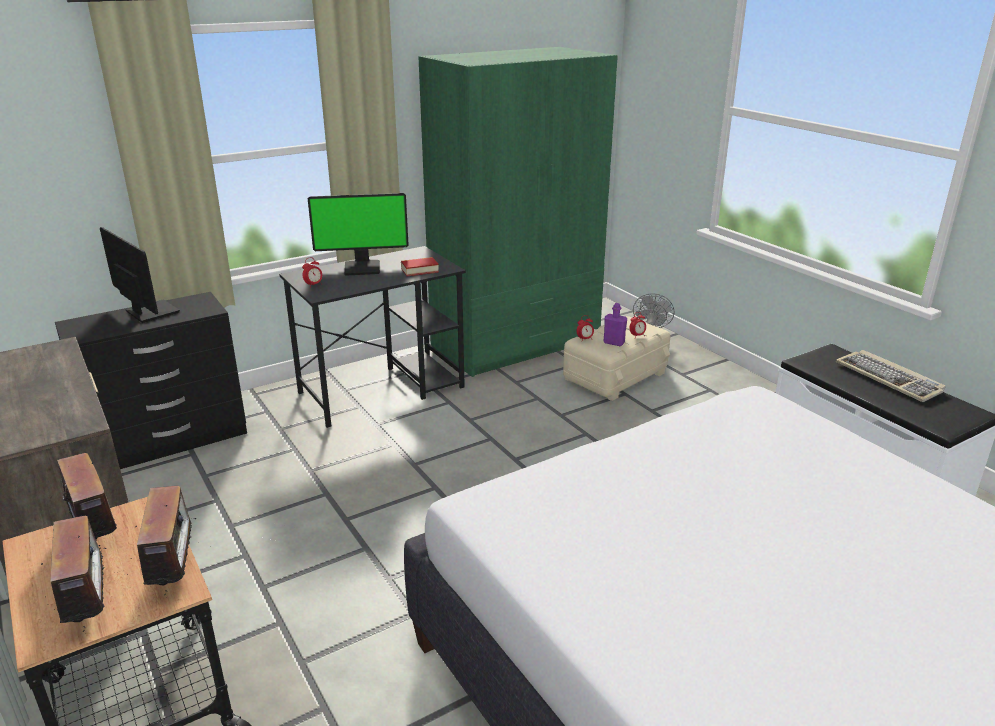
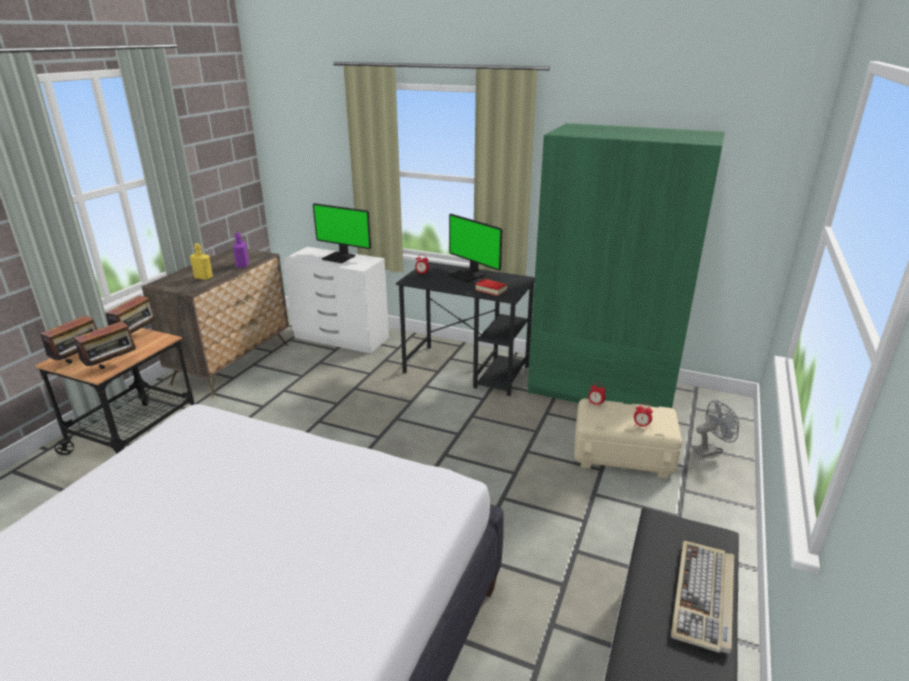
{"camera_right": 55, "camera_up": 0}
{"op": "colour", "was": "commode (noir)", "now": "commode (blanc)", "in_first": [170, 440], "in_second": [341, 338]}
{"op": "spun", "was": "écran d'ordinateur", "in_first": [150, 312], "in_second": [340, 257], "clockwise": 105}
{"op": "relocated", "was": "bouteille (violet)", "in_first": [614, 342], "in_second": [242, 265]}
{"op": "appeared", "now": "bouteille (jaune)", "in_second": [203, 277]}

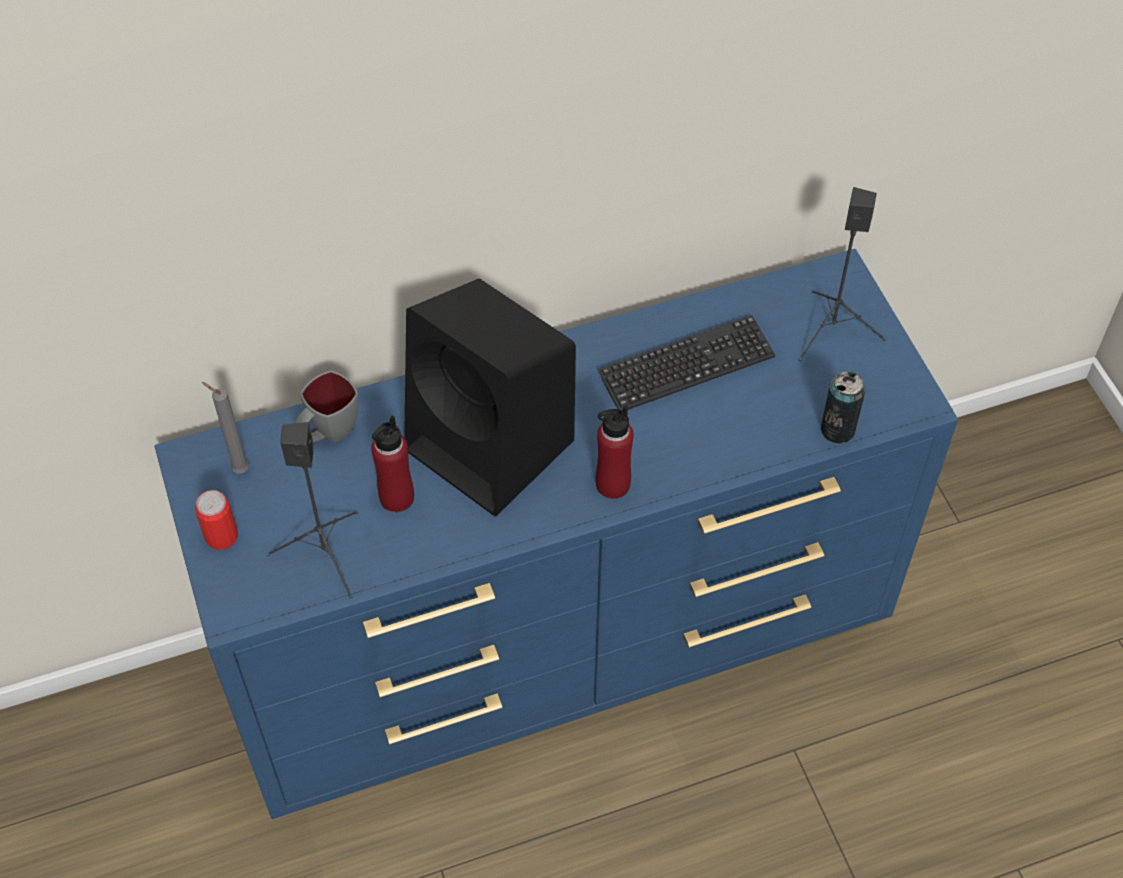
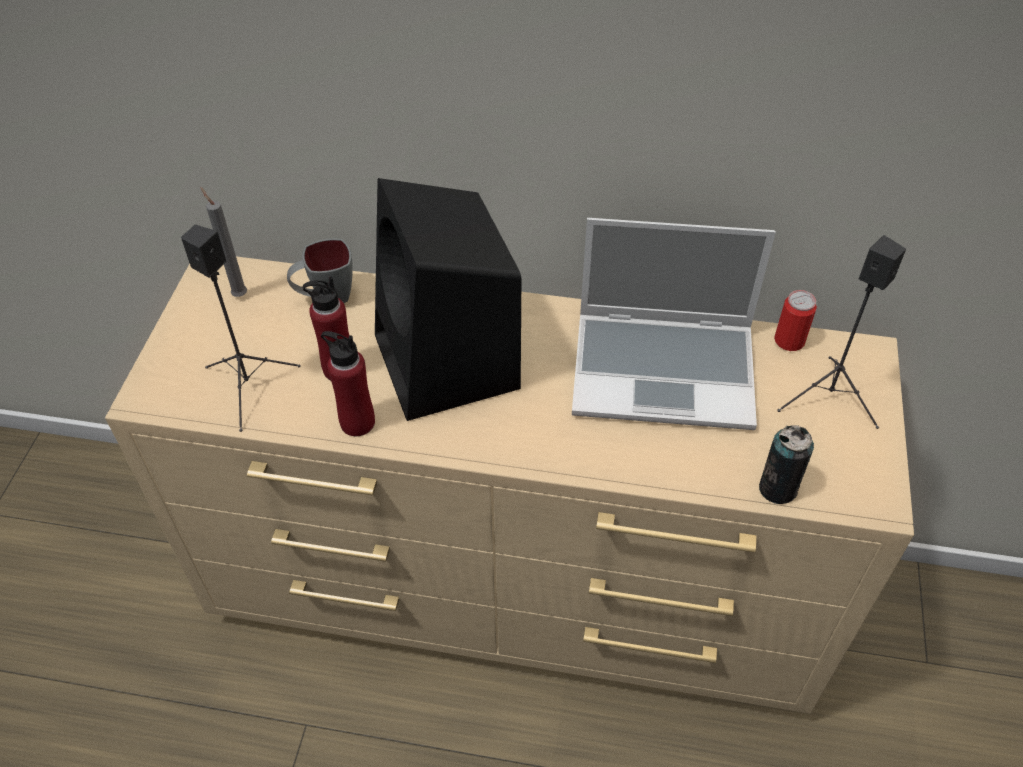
{"camera_right": 30, "camera_up": -5}
{"op": "colour", "was": "commode (bleu)", "now": "commode (beige)", "in_first": [563, 643], "in_second": [516, 593]}
{"op": "relocated", "was": "boîte métallique", "in_first": [221, 536], "in_second": [789, 340]}
{"op": "relocated", "was": "bouteille (rouge)", "in_first": [612, 484], "in_second": [357, 422]}
{"op": "exchanged", "was": "clavier", "now": "ordinateur portable", "in_first": [686, 366], "in_second": [665, 371]}

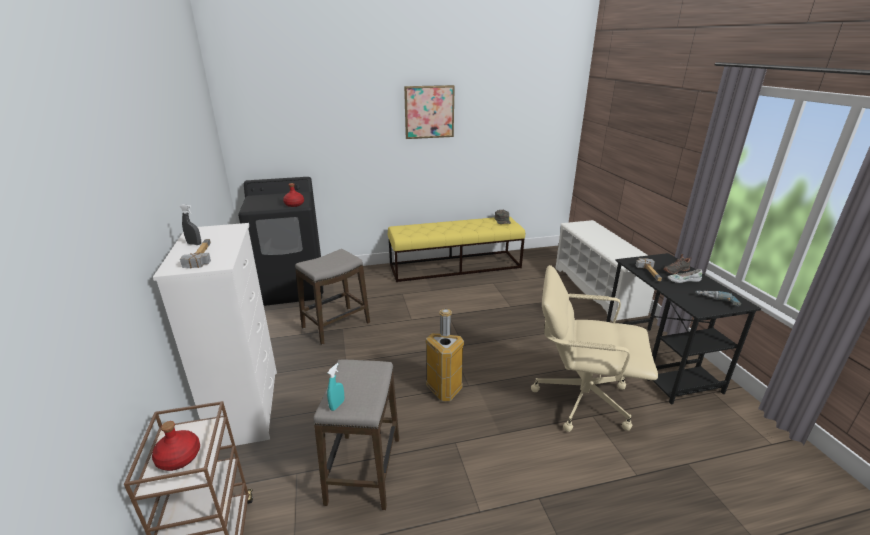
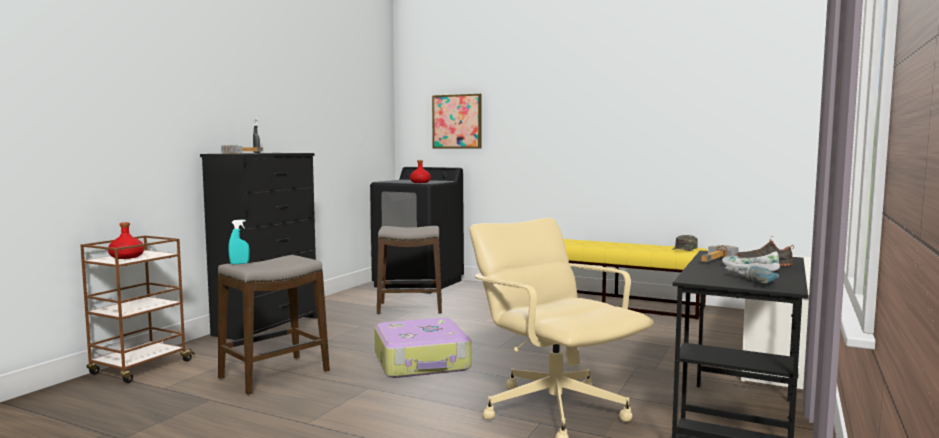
{"camera_right": 40, "camera_up": -20}
{"op": "colour", "was": "commode (blanc)", "now": "commode (noir)", "in_first": [247, 406], "in_second": [267, 326]}
{"op": "relocated", "was": "tableau", "in_first": [429, 112], "in_second": [457, 121]}
{"op": "exchanged", "was": "poubelle", "now": "valise", "in_first": [443, 390], "in_second": [422, 362]}

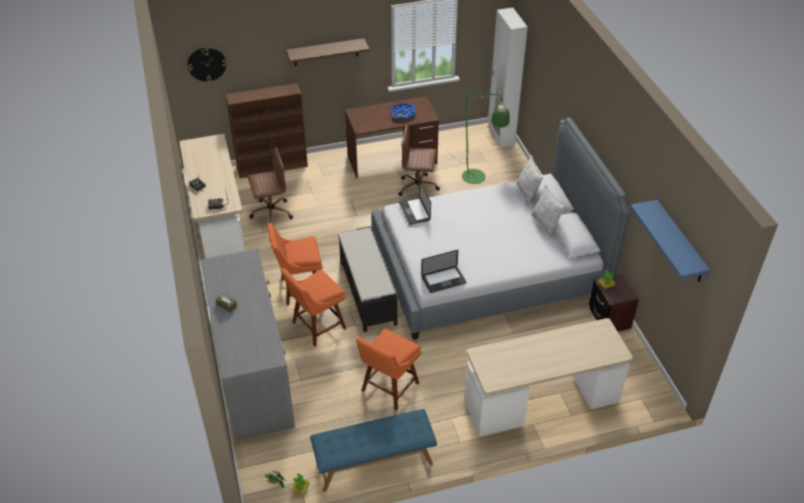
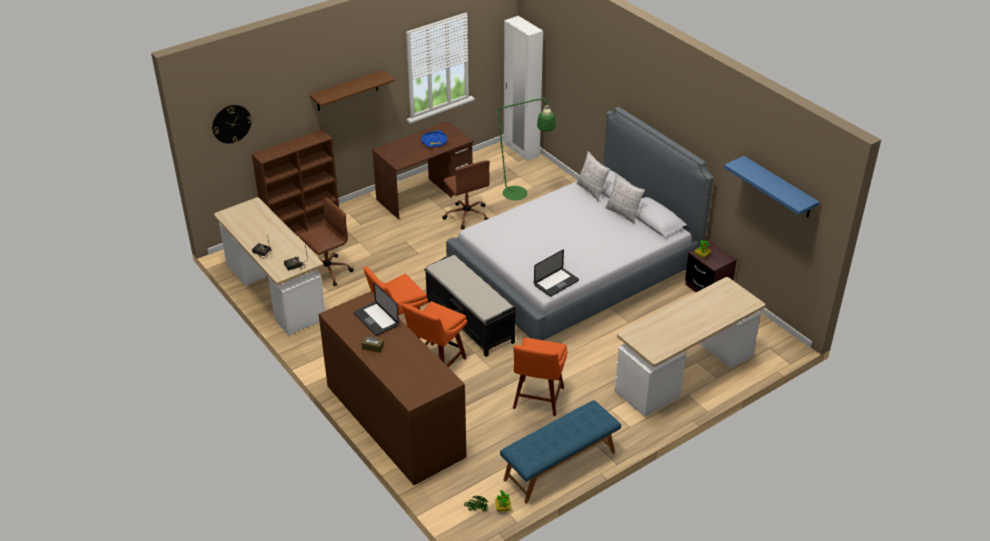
{"camera_right": -20, "camera_up": -5}
{"op": "colour", "was": "commode (gris)", "now": "commode (marron)", "in_first": [252, 372], "in_second": [394, 420]}
{"op": "spun", "was": "chaise de bureau (marron)", "in_first": [418, 188], "in_second": [466, 215], "clockwise": -105}
{"op": "relocated", "was": "ordinateur portable", "in_first": [414, 211], "in_second": [376, 319]}

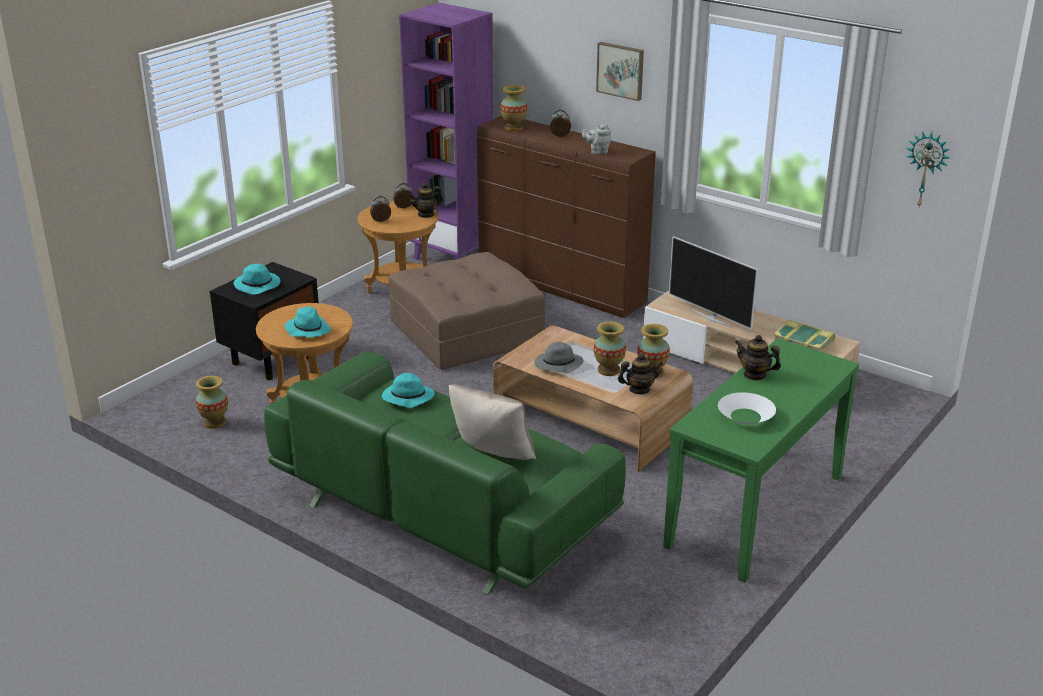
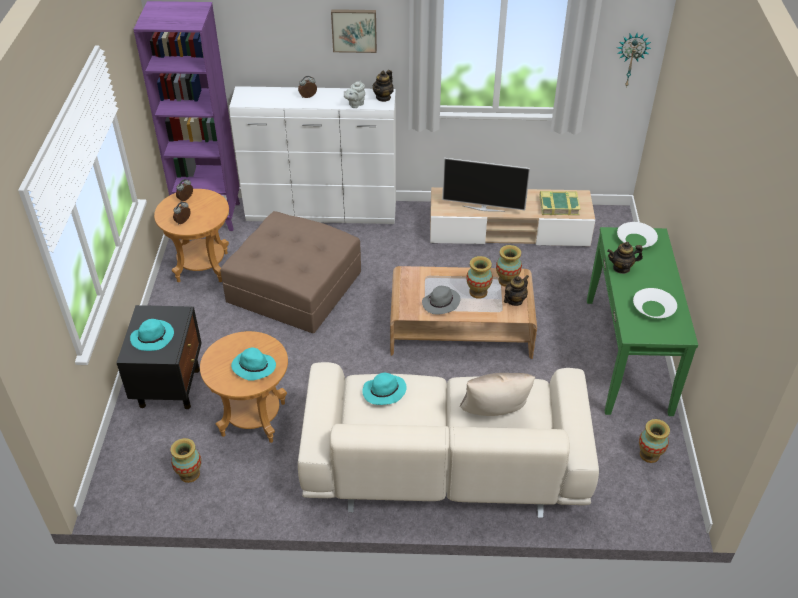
{"camera_right": -35, "camera_up": 15}
{"op": "colour", "was": "canapé (vert)", "now": "canapé (beige)", "in_first": [441, 511], "in_second": [443, 463]}
{"op": "relocated", "was": "théière", "in_first": [426, 214], "in_second": [383, 97]}
{"op": "colour", "was": "commode (marron)", "now": "commode (blanc)", "in_first": [561, 288], "in_second": [322, 213]}
{"op": "relocated", "was": "vase", "in_first": [513, 128], "in_second": [649, 455]}
{"op": "appeared", "now": "bol (blanc)", "in_second": [635, 240]}

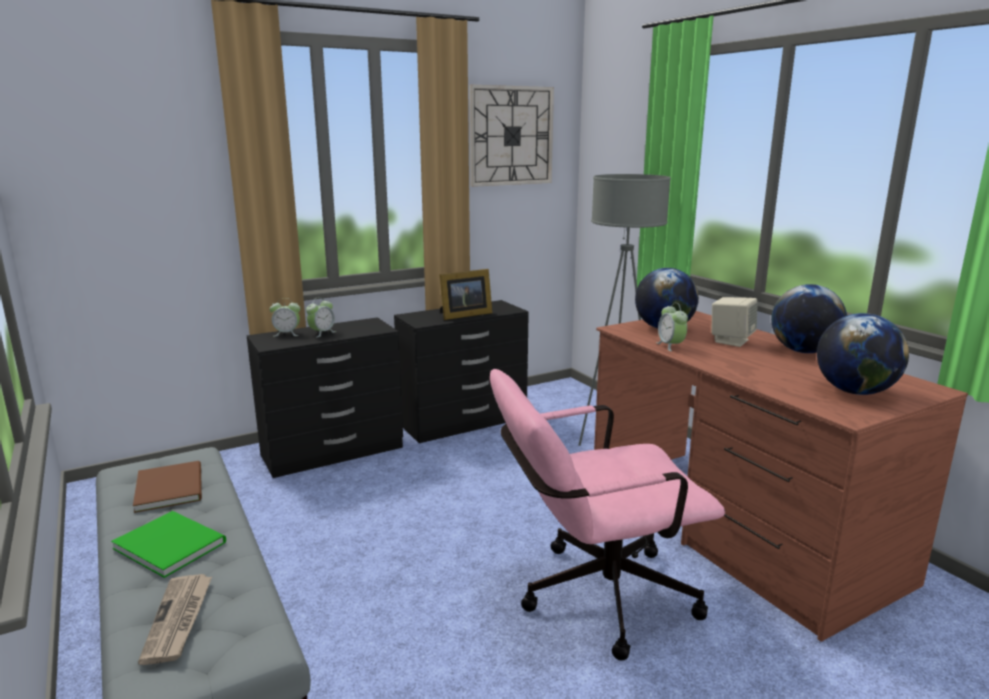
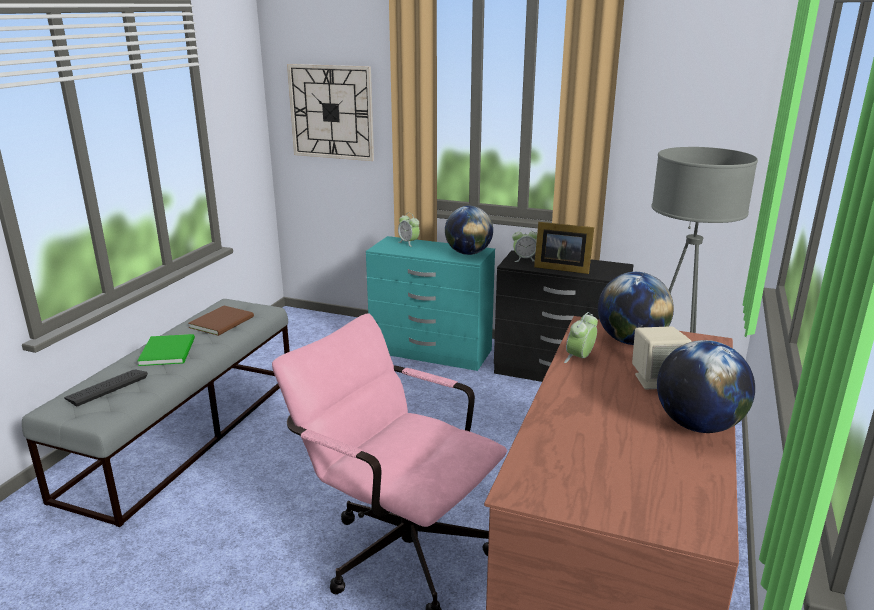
{"camera_right": 50, "camera_up": 5}
{"op": "exchanged", "was": "journal", "now": "clavier", "in_first": [179, 620], "in_second": [106, 388]}
{"op": "colour", "was": "commode (noir)", "now": "commode (turquoise)", "in_first": [333, 452], "in_second": [431, 352]}
{"op": "relocated", "was": "réveil", "in_first": [322, 333], "in_second": [524, 259]}
{"op": "relocated", "was": "horloge murale", "in_first": [511, 136], "in_second": [331, 112]}
{"op": "relocated", "was": "globe", "in_first": [854, 392], "in_second": [468, 253]}

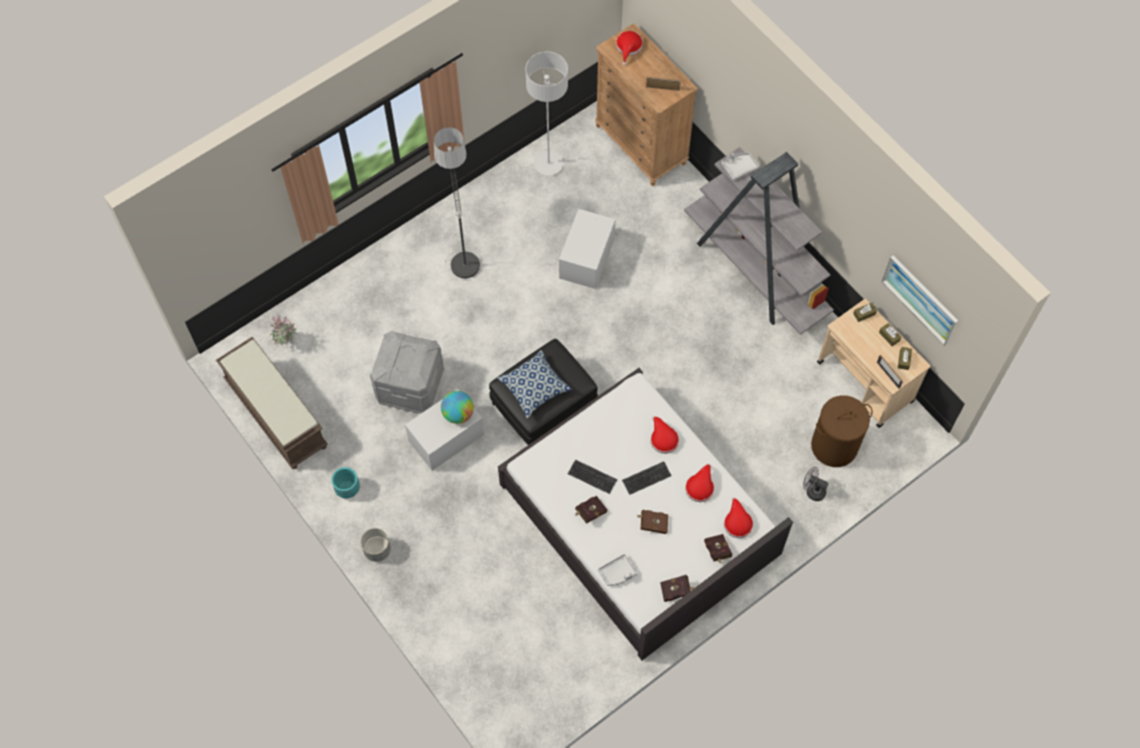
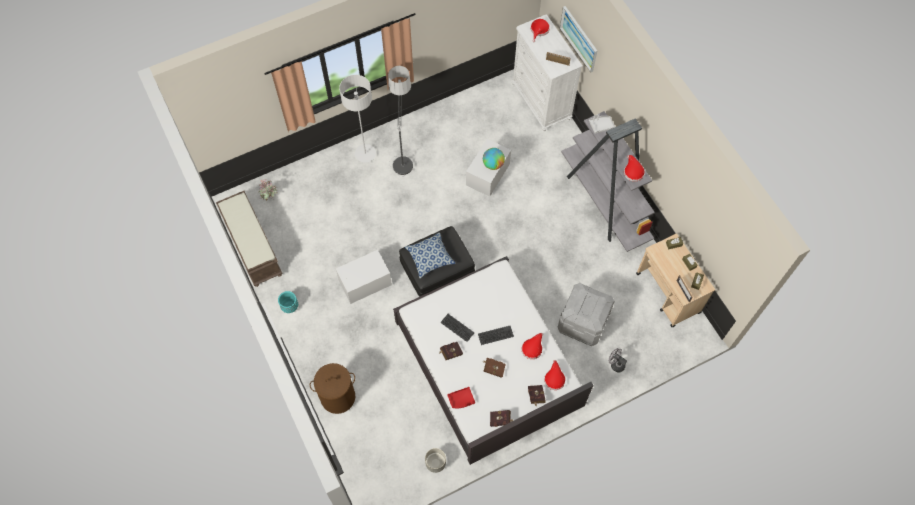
{"camera_right": 10, "camera_up": 0}
{"op": "relocated", "was": "cache-pot (gris)", "in_first": [377, 550], "in_second": [435, 463]}
{"op": "relocated", "was": "boîte de rangement (gris)", "in_first": [410, 385], "in_second": [582, 322]}
{"op": "relocated", "was": "globe", "in_first": [458, 414], "in_second": [493, 164]}
{"op": "relocated", "was": "lampadaire (gris)", "in_first": [548, 164], "in_second": [365, 154]}
{"op": "colour", "was": "commode (marron)", "now": "commode (blanc)", "in_first": [641, 145], "in_second": [541, 103]}
{"op": "colour", "was": "plateau (gris)", "now": "plateau (rouge)", "in_first": [617, 573], "in_second": [461, 399]}
{"op": "relocated", "was": "chapeau (rouge)", "in_first": [663, 438], "in_second": [633, 171]}
{"op": "relocated", "was": "panier à linge (marron)", "in_first": [834, 445], "in_second": [338, 396]}
{"op": "relocated", "was": "tableau", "in_first": [920, 299], "in_second": [579, 38]}

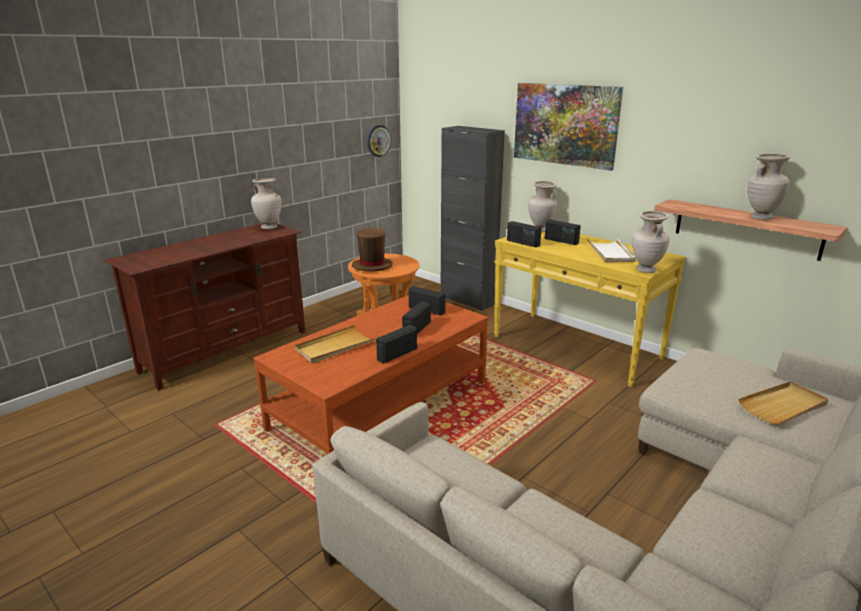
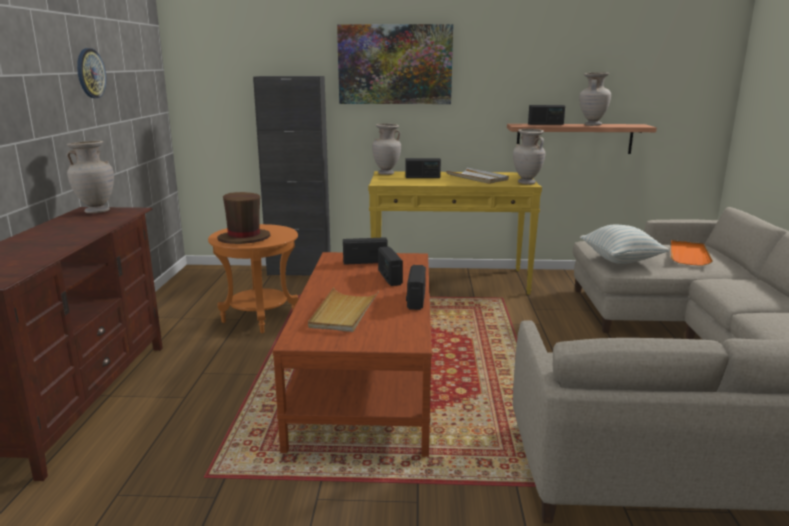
{"camera_right": -40, "camera_up": -5}
{"op": "relocated", "was": "horloge murale", "in_first": [378, 140], "in_second": [90, 73]}
{"op": "relocated", "was": "radio", "in_first": [523, 243], "in_second": [545, 124]}
{"op": "colour", "was": "plateau (beige)", "now": "plateau (orange)", "in_first": [783, 406], "in_second": [688, 255]}
{"op": "appeared", "now": "coussin", "in_second": [621, 260]}

